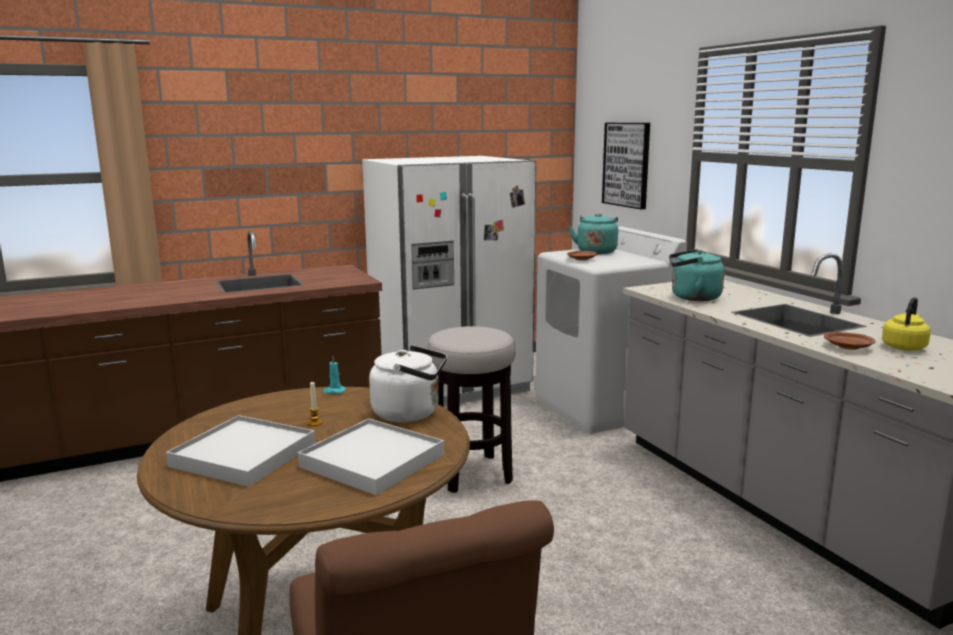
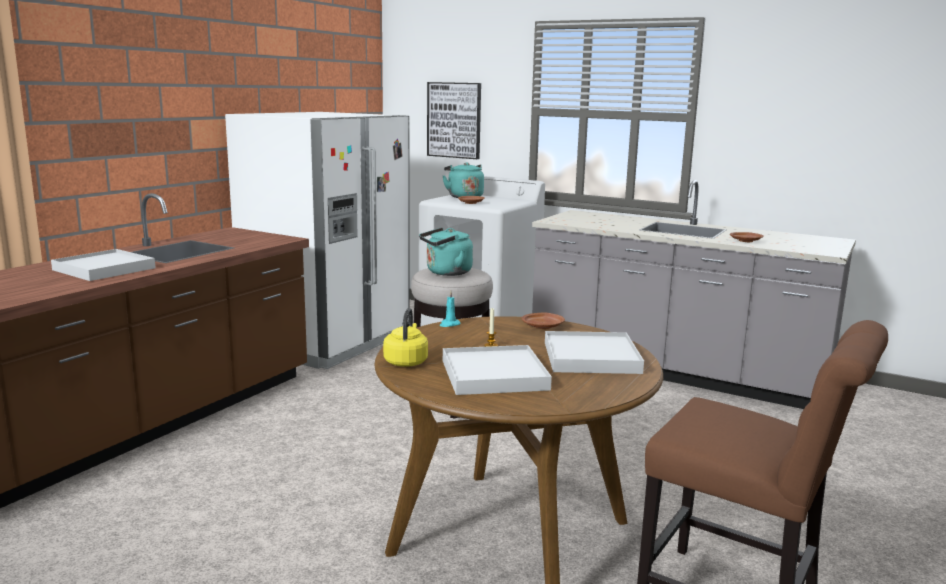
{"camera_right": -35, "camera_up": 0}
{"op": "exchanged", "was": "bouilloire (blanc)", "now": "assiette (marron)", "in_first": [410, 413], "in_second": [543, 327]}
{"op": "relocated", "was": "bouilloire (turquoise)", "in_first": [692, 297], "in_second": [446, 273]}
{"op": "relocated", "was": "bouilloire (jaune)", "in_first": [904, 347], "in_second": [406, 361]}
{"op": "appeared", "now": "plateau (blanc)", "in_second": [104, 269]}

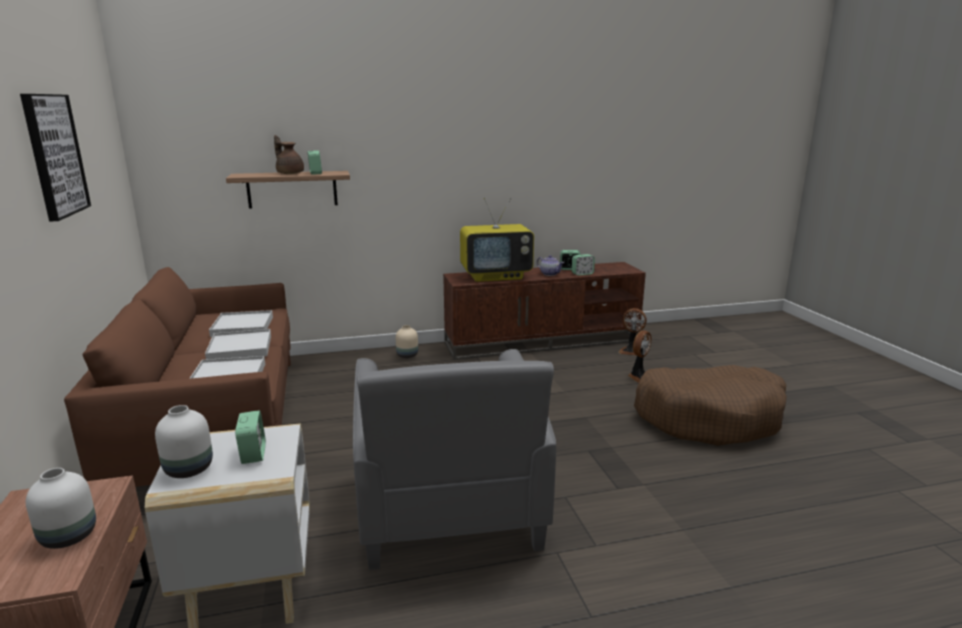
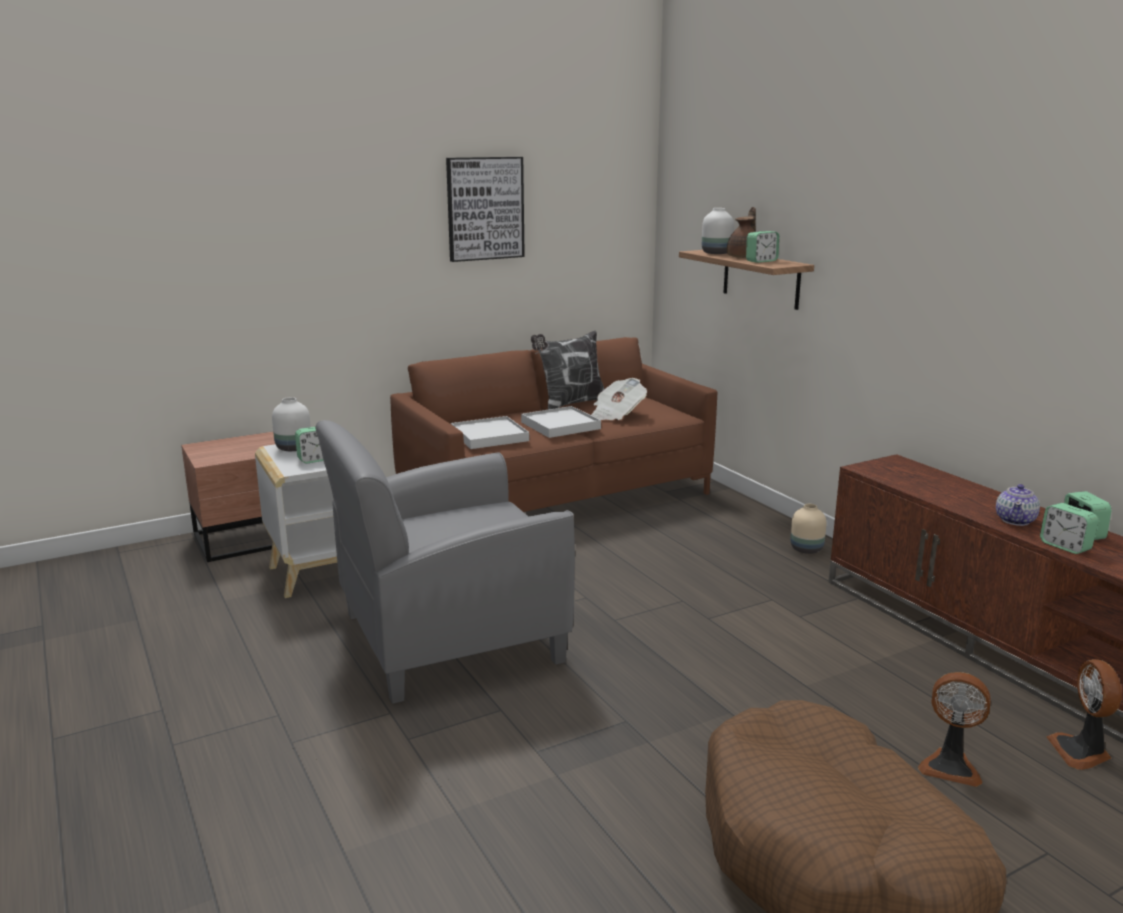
{"camera_right": 75, "camera_up": 0}
{"op": "relocated", "was": "vase (blanc)", "in_first": [69, 535], "in_second": [717, 253]}
{"op": "exchanged", "was": "plateau (blanc)", "now": "journal", "in_first": [243, 327], "in_second": [616, 415]}
{"op": "missing", "was": "téléviseur", "in_first": [496, 276]}
{"op": "appeared", "now": "coussin", "in_second": [570, 404]}

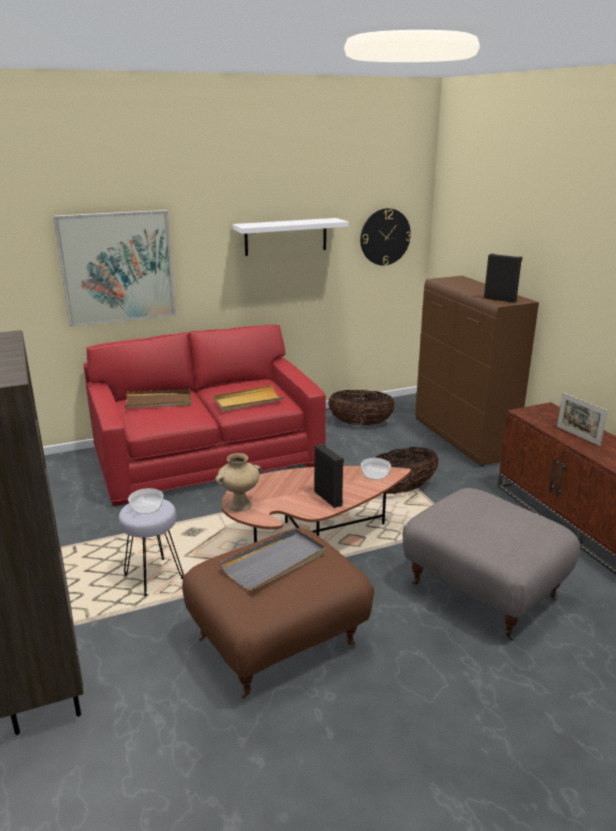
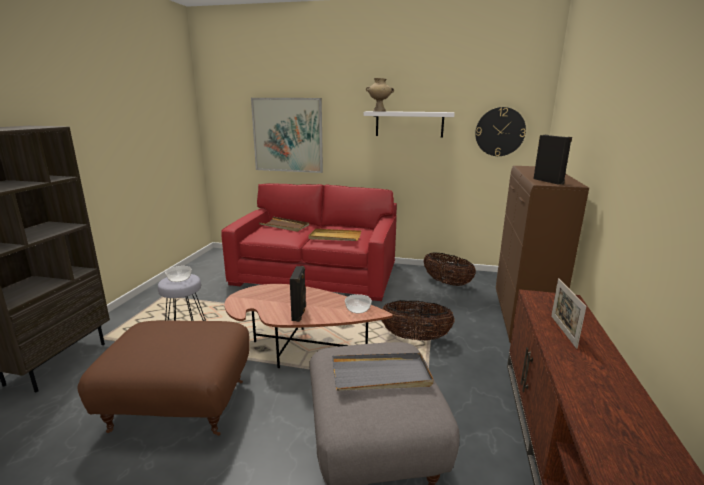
{"camera_right": 35, "camera_up": -5}
{"op": "relocated", "was": "vase (beige)", "in_first": [240, 505], "in_second": [379, 111]}
{"op": "relocated", "was": "plateau (gris)", "in_first": [275, 562], "in_second": [381, 375]}

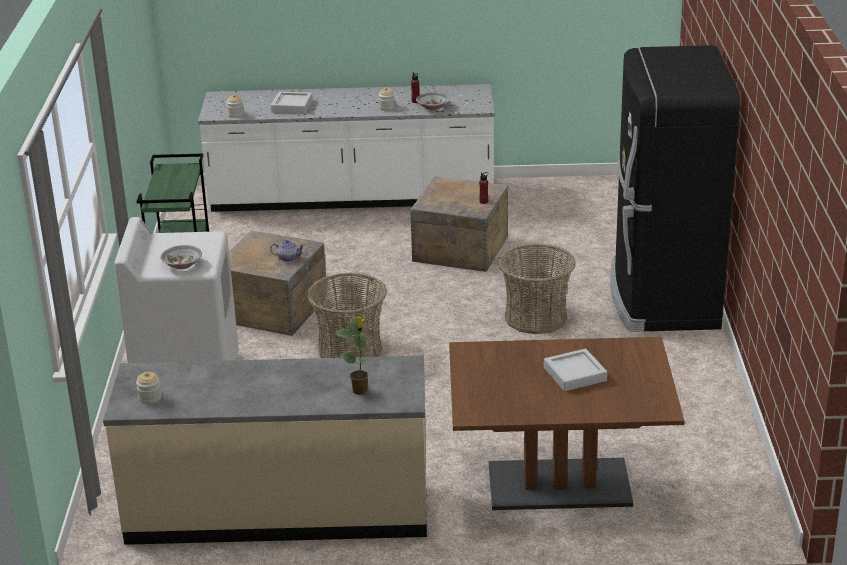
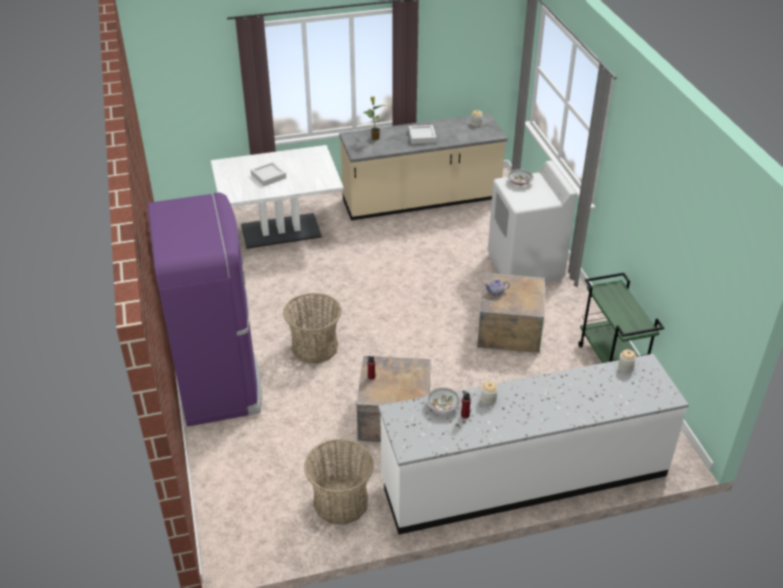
{"camera_right": 165, "camera_up": 10}
{"op": "relocated", "was": "plateau (gris)", "in_first": [292, 106], "in_second": [422, 137]}
{"op": "relocated", "was": "panier", "in_first": [350, 349], "in_second": [341, 502]}
{"op": "colour", "was": "table à manger (marron)", "now": "table à manger (blanc)", "in_first": [559, 485], "in_second": [281, 231]}
{"op": "colour", "was": "réfrigérateur (noir)", "now": "réfrigérateur (violet)", "in_first": [662, 297], "in_second": [219, 382]}

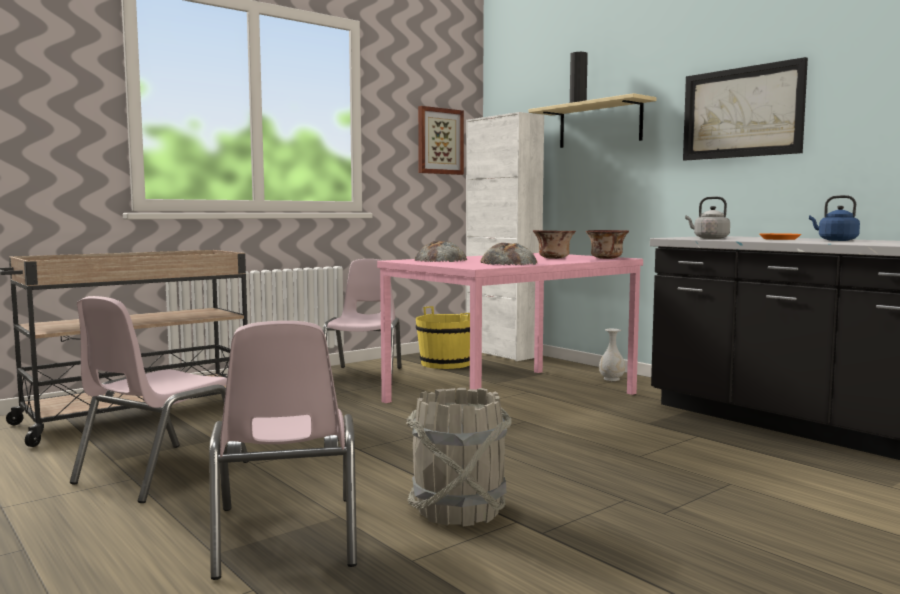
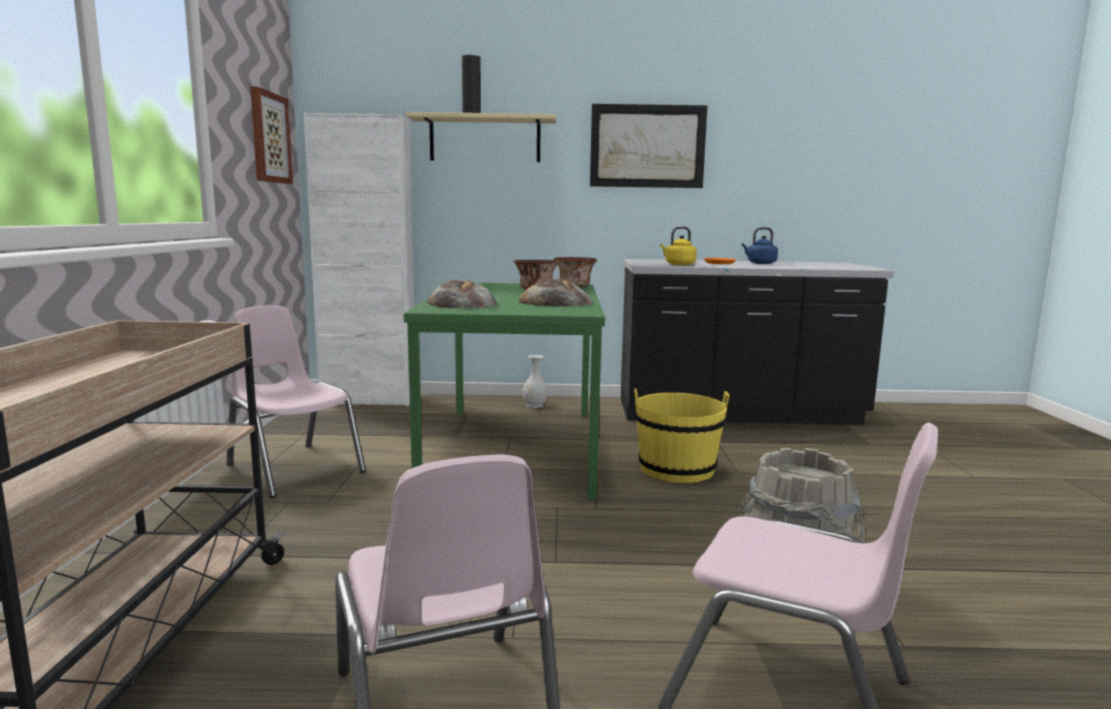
{"camera_right": -50, "camera_up": 5}
{"op": "colour", "was": "table à manger (rose)", "now": "table à manger (vert)", "in_first": [511, 398], "in_second": [516, 449]}
{"op": "relocated", "was": "seau (jaune)", "in_first": [446, 364], "in_second": [676, 469]}
{"op": "colour", "was": "bouilloire (gris)", "now": "bouilloire (jaune)", "in_first": [709, 238], "in_second": [678, 264]}

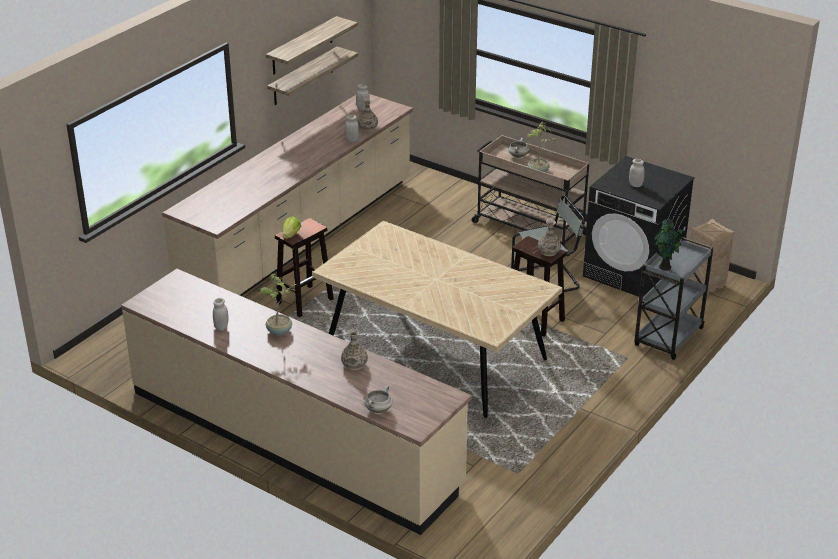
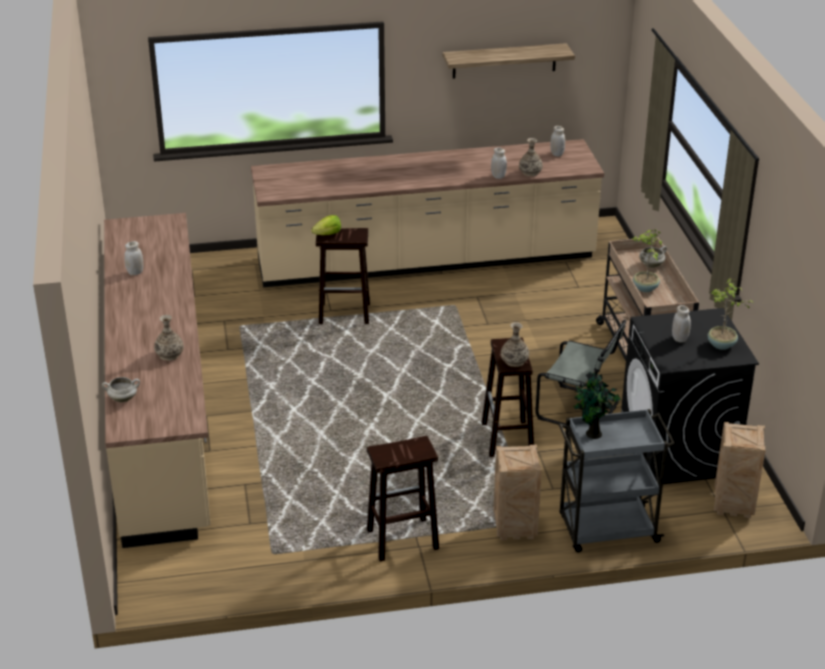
{"camera_right": 45, "camera_up": 0}
{"op": "relocated", "was": "plante en pot", "in_first": [279, 331], "in_second": [721, 345]}
{"op": "missing", "was": "étagère", "in_first": [303, 76]}
{"op": "missing", "was": "table à manger (beige)", "in_first": [436, 354]}
{"op": "appeared", "now": "tabouret (marron)", "in_second": [401, 540]}
{"op": "appeared", "now": "caisse", "in_second": [514, 528]}

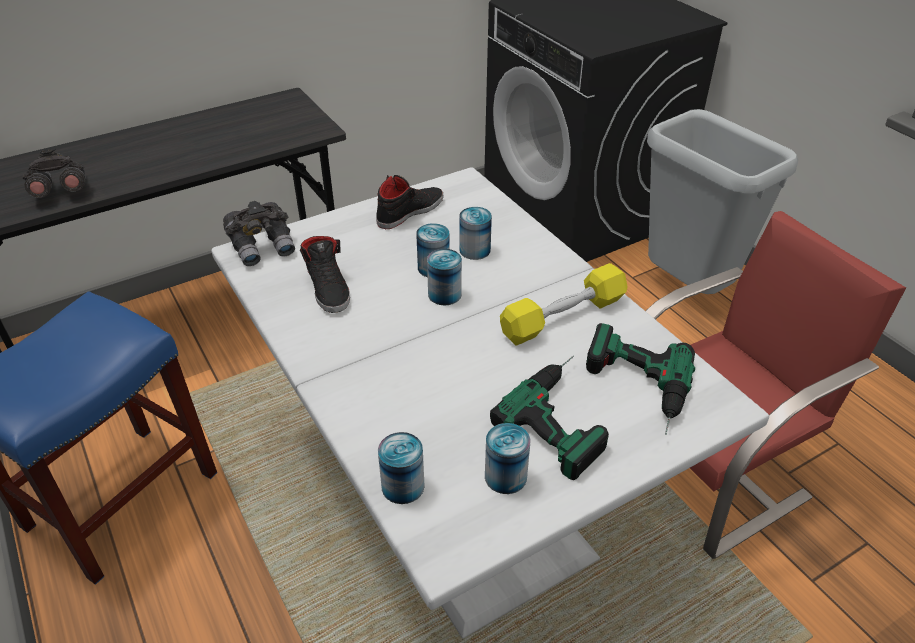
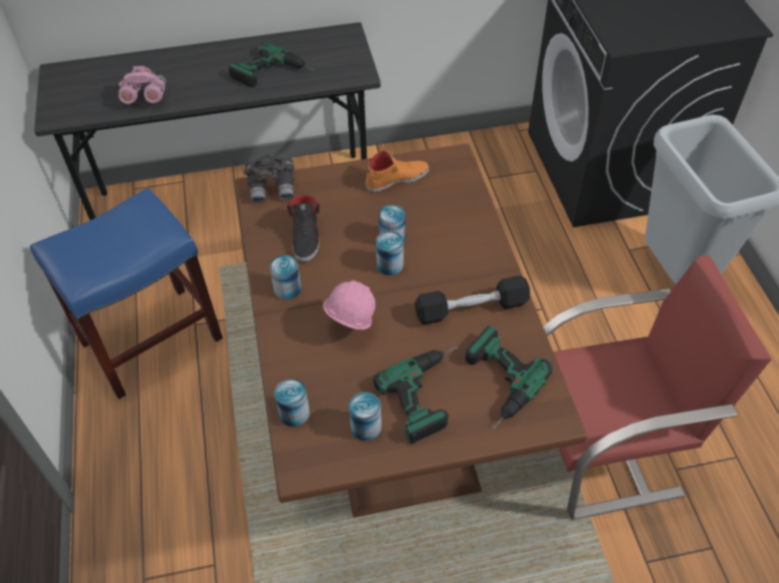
{"camera_right": 20, "camera_up": 10}
{"op": "colour", "was": "jumelles (gris)", "now": "jumelles (rose)", "in_first": [61, 192], "in_second": [145, 98]}
{"op": "colour", "was": "table à manger (blanc)", "now": "table à manger (marron)", "in_first": [457, 499], "in_second": [391, 411]}
{"op": "colour", "was": "chaussure (noir)", "now": "chaussure (orange)", "in_first": [409, 211], "in_second": [397, 179]}
{"op": "relocated", "was": "boîte métallique", "in_first": [474, 250], "in_second": [287, 289]}
{"op": "colour", "was": "haltère (jaune)", "now": "haltère (noir)", "in_first": [563, 317], "in_second": [471, 308]}
{"op": "appeared", "now": "perceuse", "in_second": [274, 74]}
{"op": "appeared", "now": "casque de chantier (rose)", "in_second": [349, 326]}

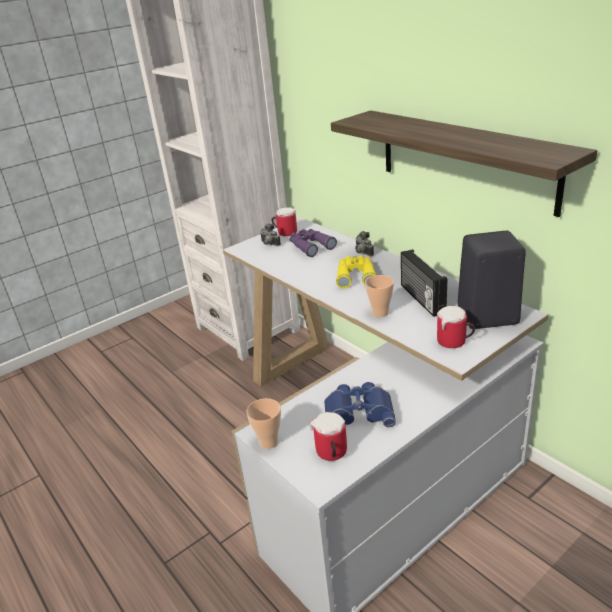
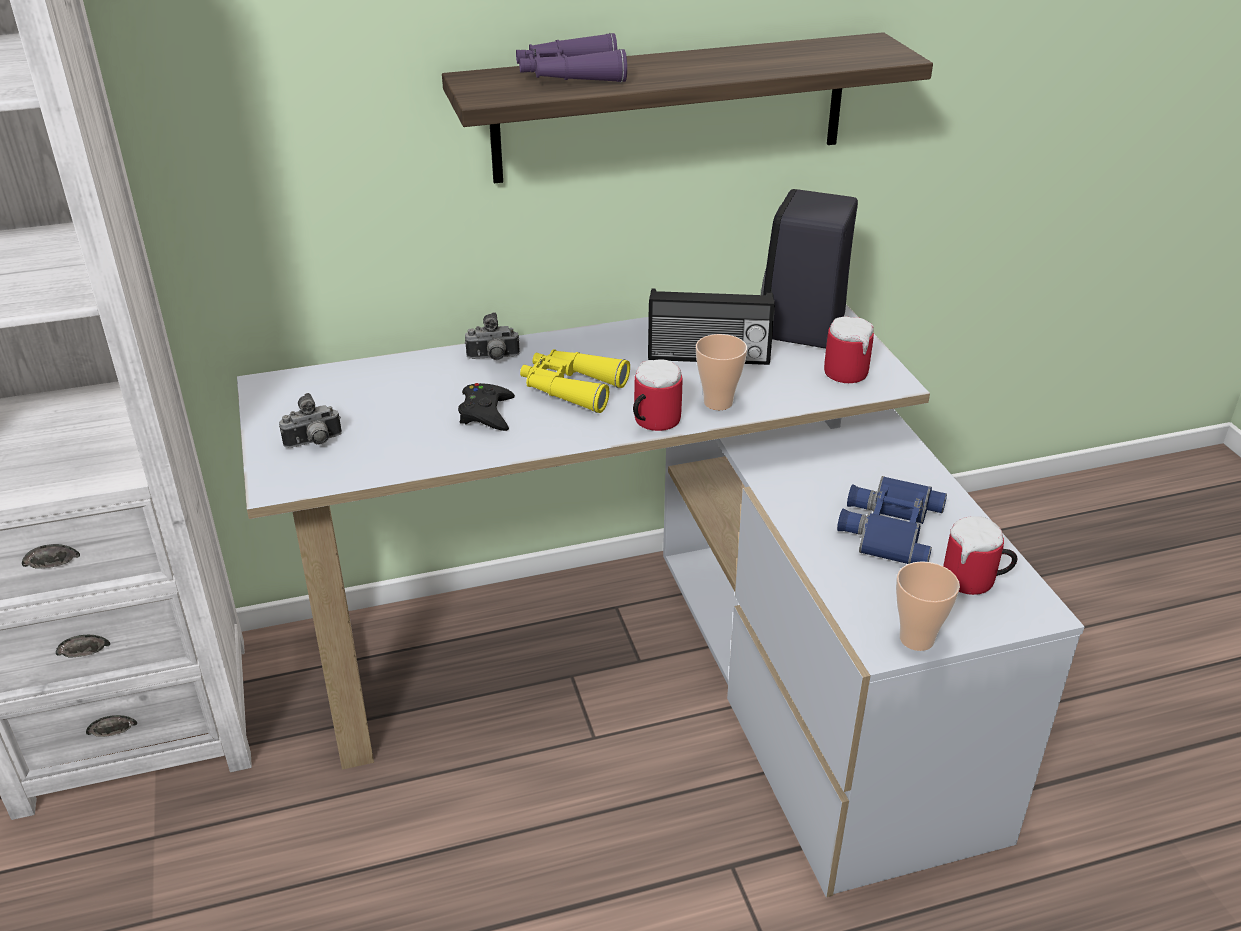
{"camera_right": -70, "camera_up": 5}
{"op": "relocated", "was": "mug", "in_first": [285, 232], "in_second": [651, 421]}
{"op": "relocated", "was": "jumelles (violet)", "in_first": [310, 246], "in_second": [569, 75]}
{"op": "appeared", "now": "manette (noir)", "in_second": [486, 413]}

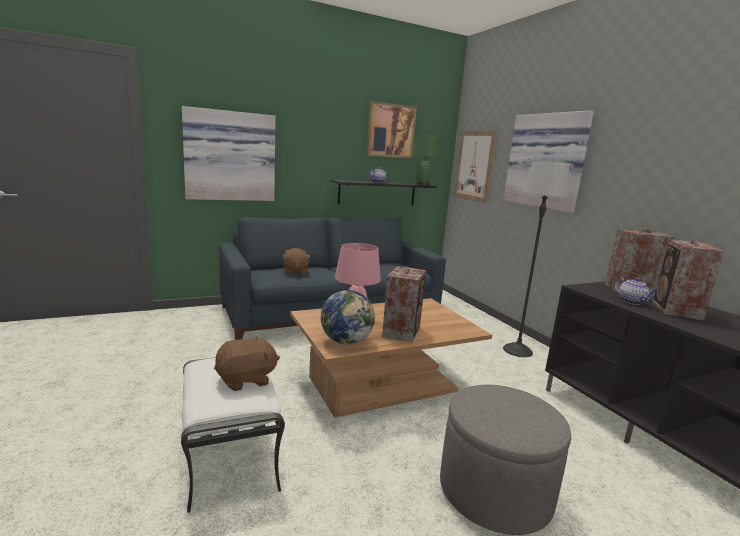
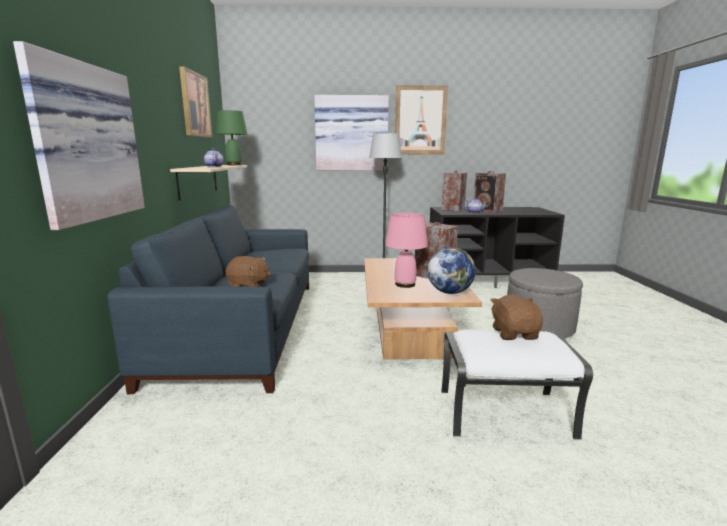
{"camera_right": -65, "camera_up": 0}
{"op": "colour", "was": "étagère (noir)", "now": "étagère (beige)", "in_first": [377, 193], "in_second": [198, 180]}
{"op": "relocated", "was": "tableau", "in_first": [474, 166], "in_second": [420, 120]}

